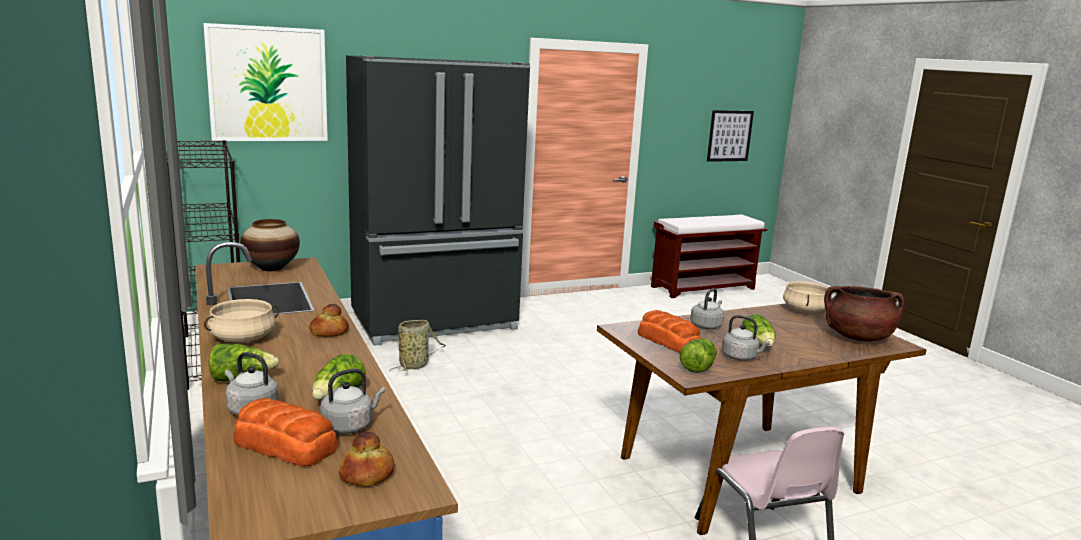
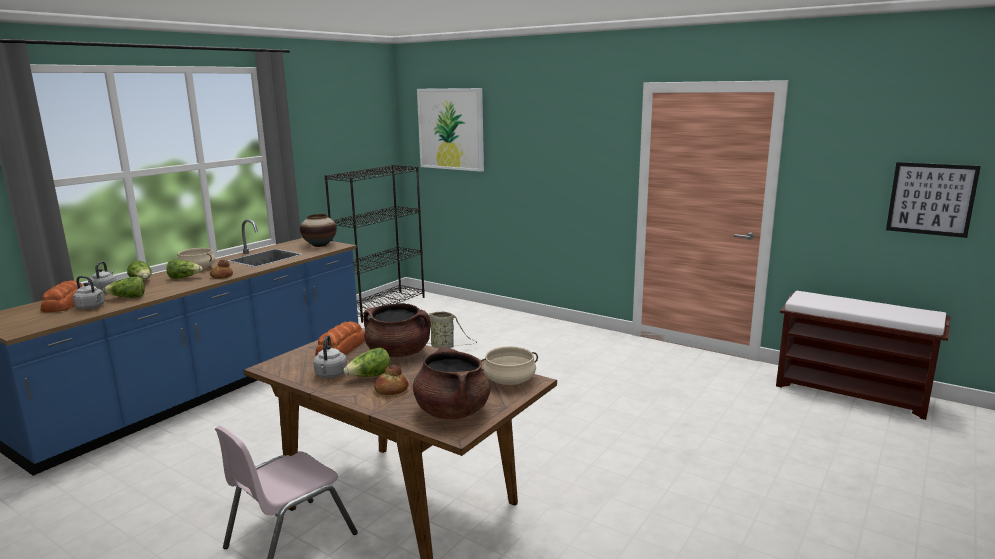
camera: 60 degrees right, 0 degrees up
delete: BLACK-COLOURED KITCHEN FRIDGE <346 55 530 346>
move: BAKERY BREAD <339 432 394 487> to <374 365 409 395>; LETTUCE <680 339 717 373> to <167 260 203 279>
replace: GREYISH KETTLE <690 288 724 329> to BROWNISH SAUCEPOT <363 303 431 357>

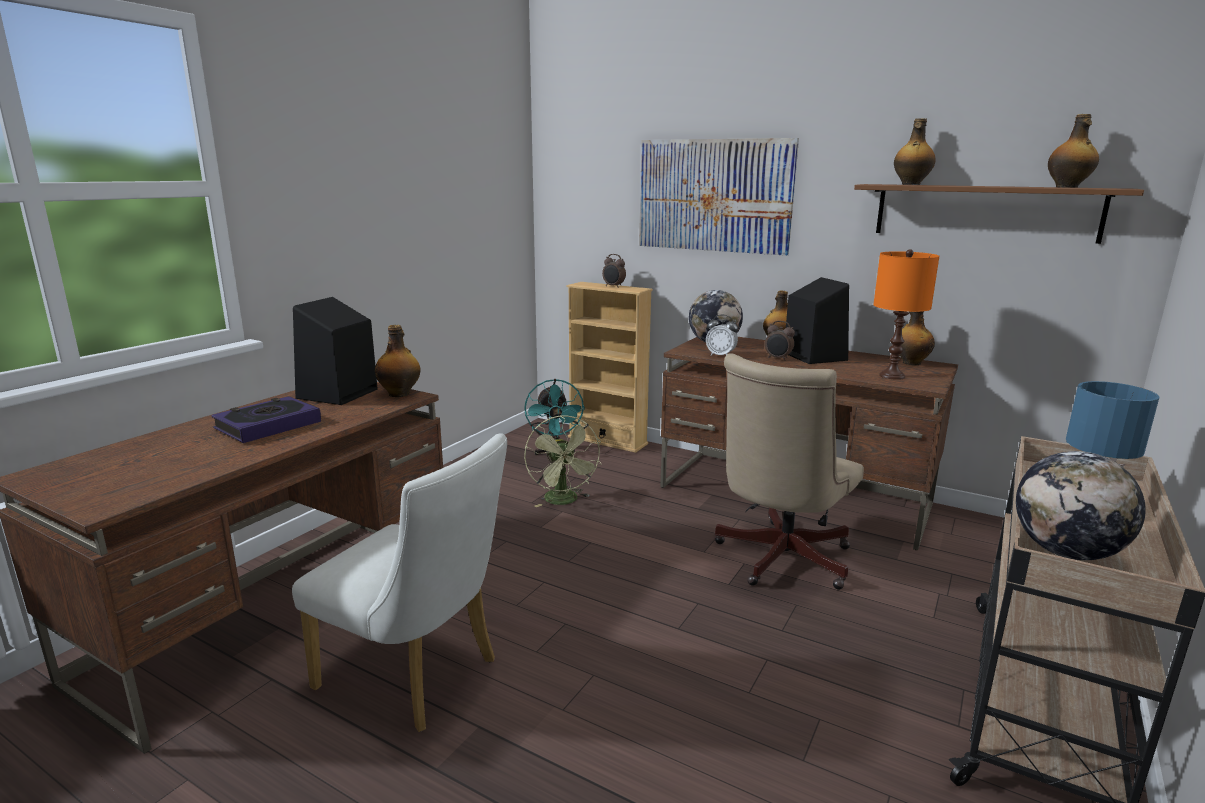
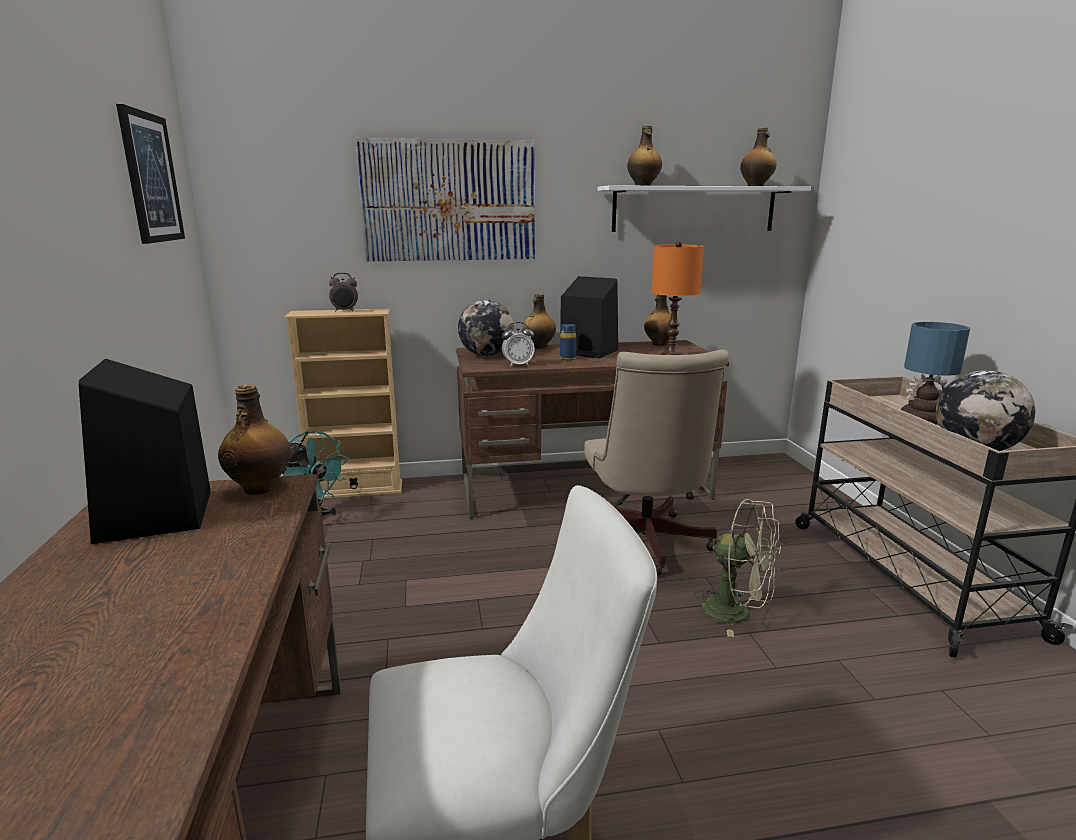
camera: 40 degrees left, 0 degrees up
delete: BOUND BOOK <211 396 321 443>
insert: PICTURE <116 104 185 244>
move: GREEN FAN <524 415 602 507> to <694 499 781 637>
replace: ALARM CLOCK <765 321 795 361> to BLUE BOTTLE <560 324 576 361>
recolor: BROWNISH SHELF <854 184 1144 244> to WHITISH SHELF <598 185 811 232>

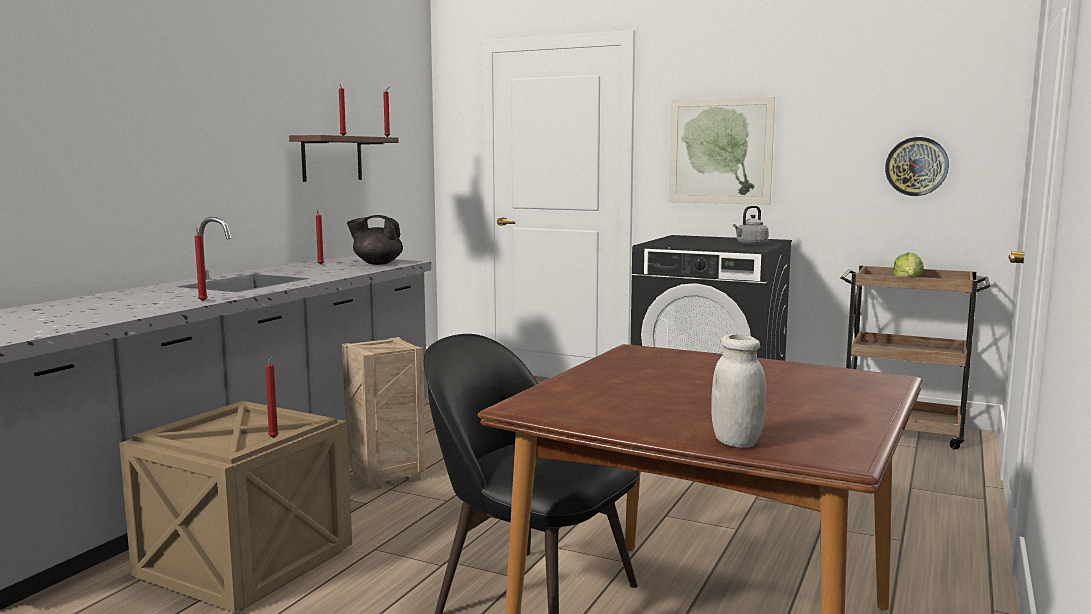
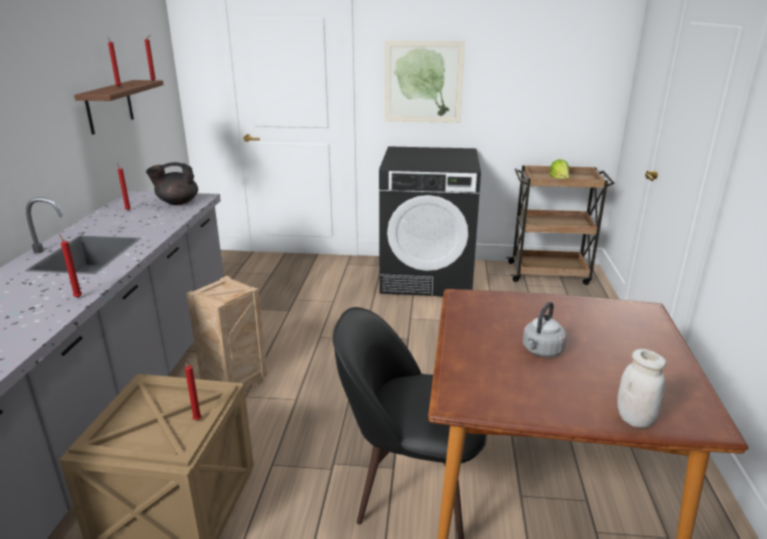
camera: 20 degrees left, 15 degrees up
delete: HANGING CLOCK <885 137 949 196>
move: GREYISH KETTLE <733 206 769 245> to <523 302 567 357>

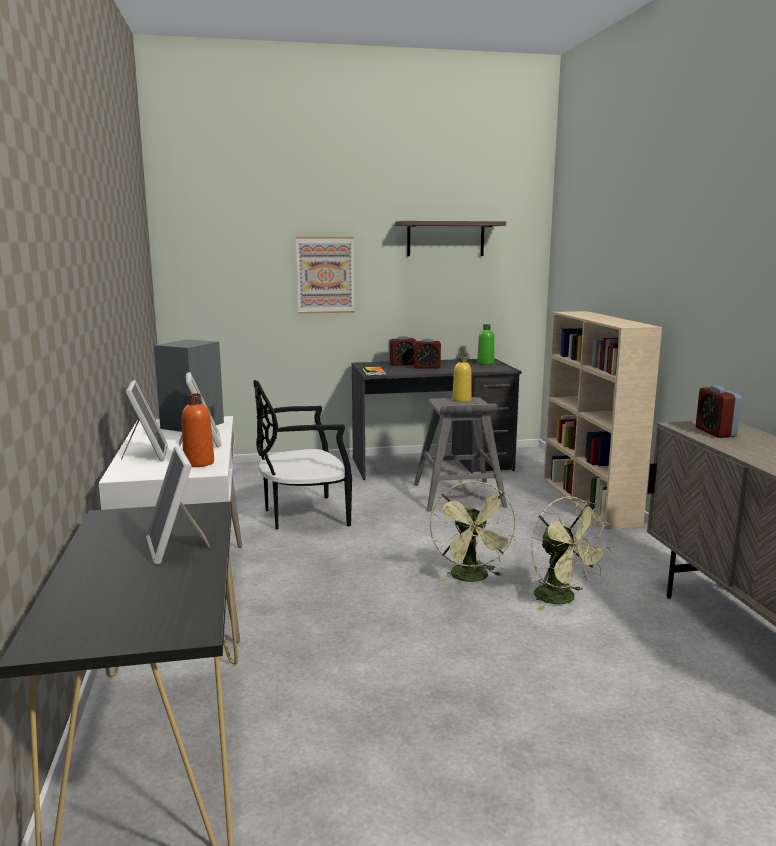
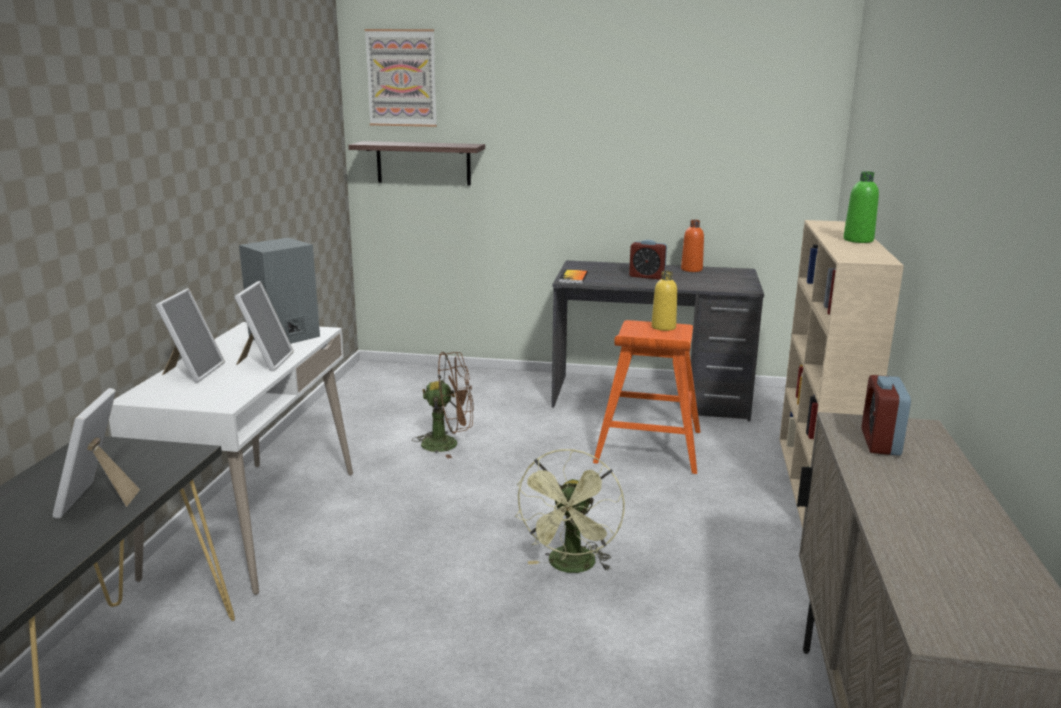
camera: 20 degrees right, 5 degrees up
delete: ALARM CLOCK <389 336 416 366>; GREEN FAN <531 496 611 611>
move: ORANGE-COLOURED BOTTLE <182 393 214 467> to <681 220 704 272>; PICTURE <296 237 354 314> to <365 29 437 127>; SHELF <395 221 506 256> to <348 141 485 185>; GREEN BOTTLE <477 324 494 365> to <843 171 879 243>
replace: BLACK-COLOURED CHAIR <253 380 352 529> to BROWNISH FAN <412 352 474 459>
recolor: GREYISH SITTING STOOL <414 397 507 512> to ORANGE-COLOURED SITTING STOOL <593 320 700 474>

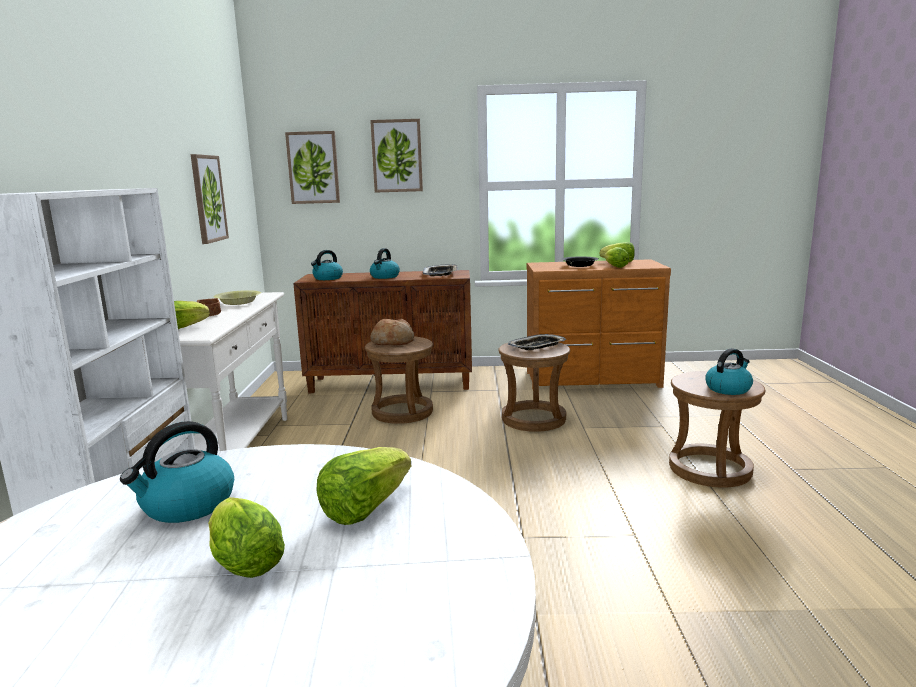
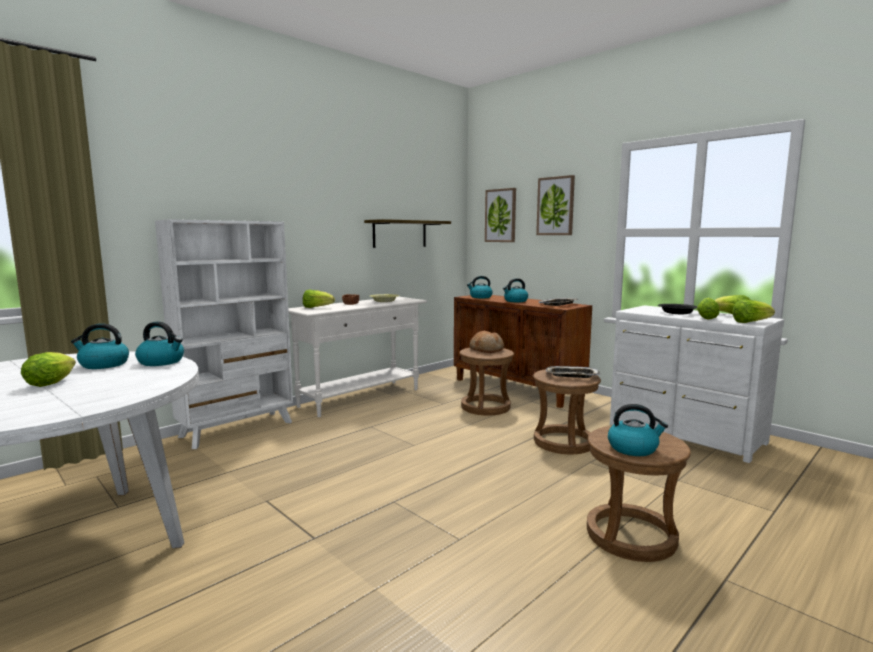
camera: 45 degrees right, 5 degrees down
insert: KETTLE <135 322 184 366>
move: LETTUCE <317 447 411 525> to <732 299 775 323>
replace: PICTURE <191 154 229 244> to SHELF <364 219 451 248>
recolor: BROWNISH CHEST OF DRAWERS <527 259 671 389> to WHITISH CHEST OF DRAWERS <610 305 784 463>

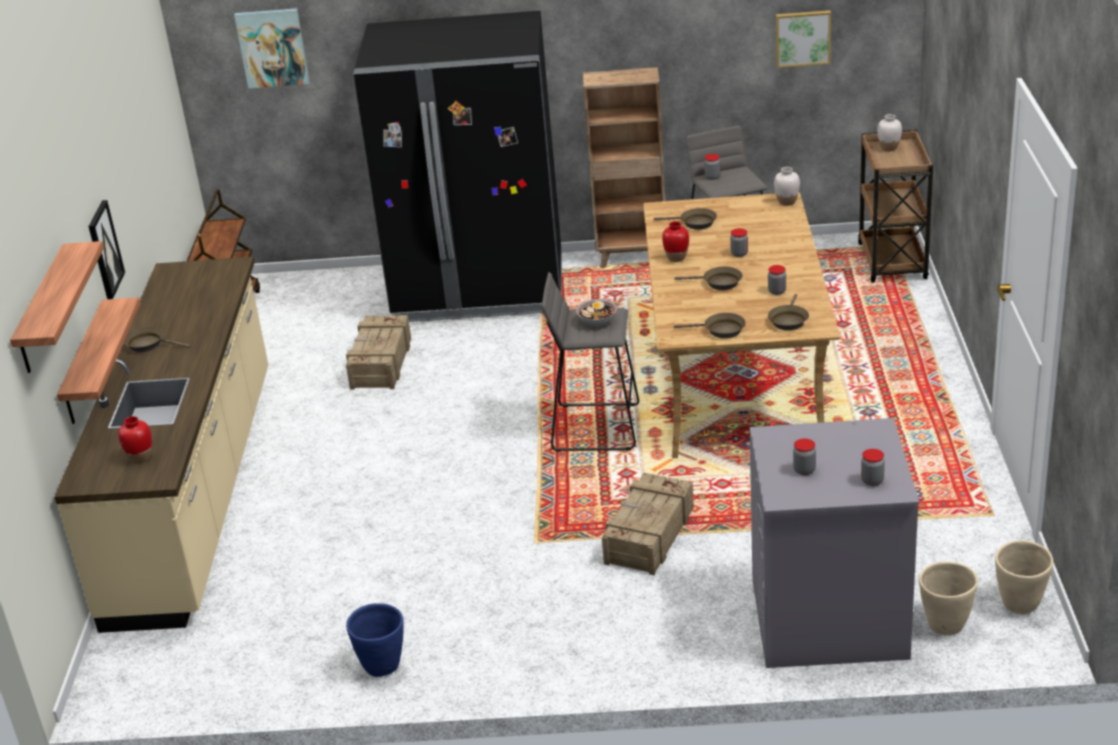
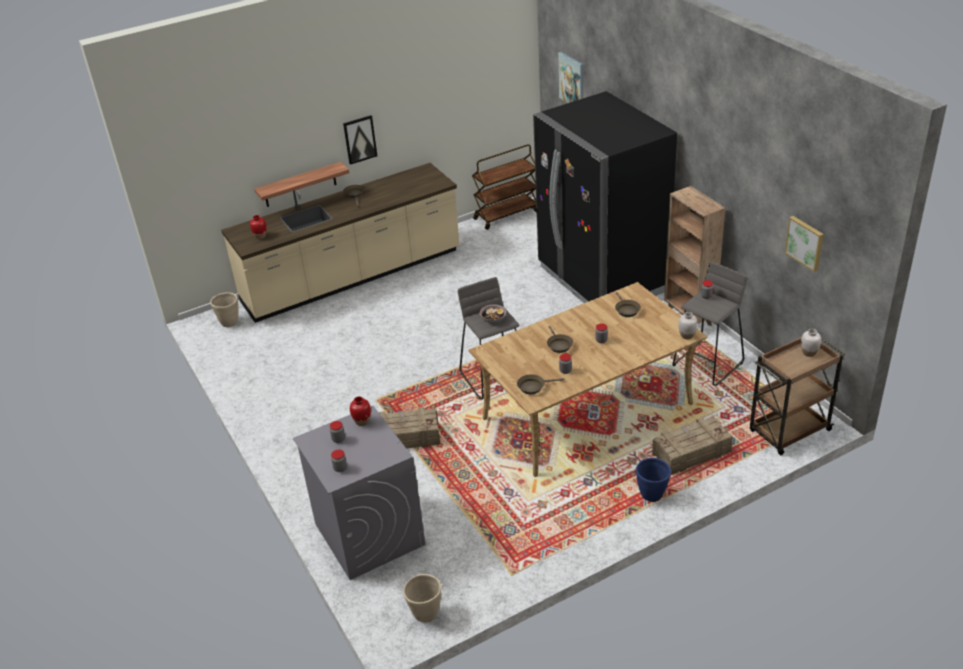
camera: 60 degrees right, 5 degrees up
delete: SHELF <10 241 104 373>; BROWNISH FRYING PAN <674 313 746 338>
move: SHIPPING CRATE <346 315 411 389> to <652 417 733 475>; BLUE FLOWER POT <346 603 404 677> to <636 458 671 502>; RED-COLOURED FLOWER VASE <662 221 689 262> to <350 396 371 426>; BEIGE FLOWER POT <919 561 978 635> to <210 292 239 327>

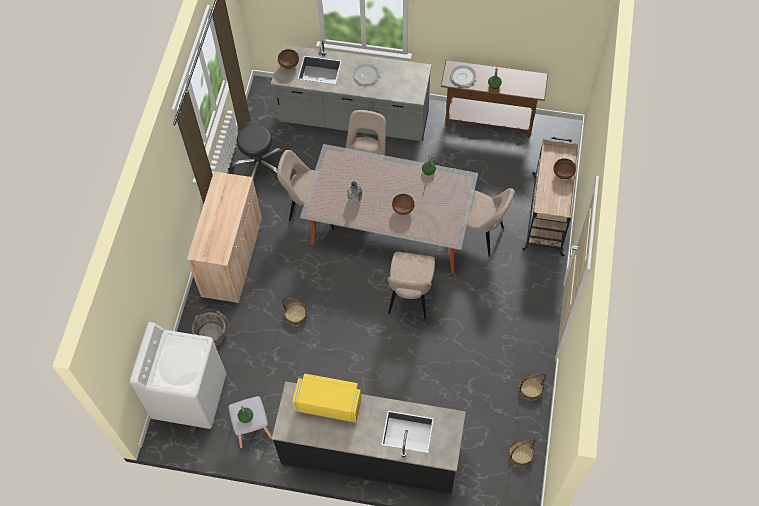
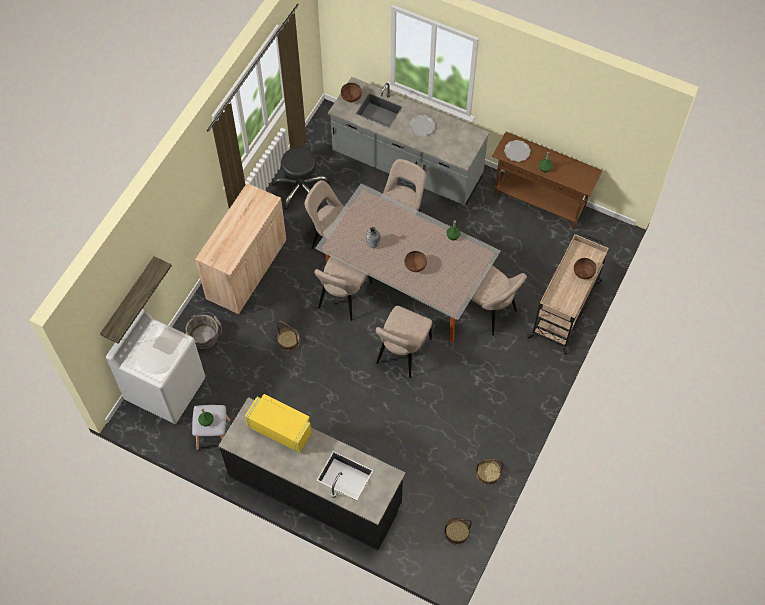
camera: 15 degrees right, 0 degrees up
insert: SHELF <100 256 172 344>; BEIGE CHAIR <314 257 372 321>

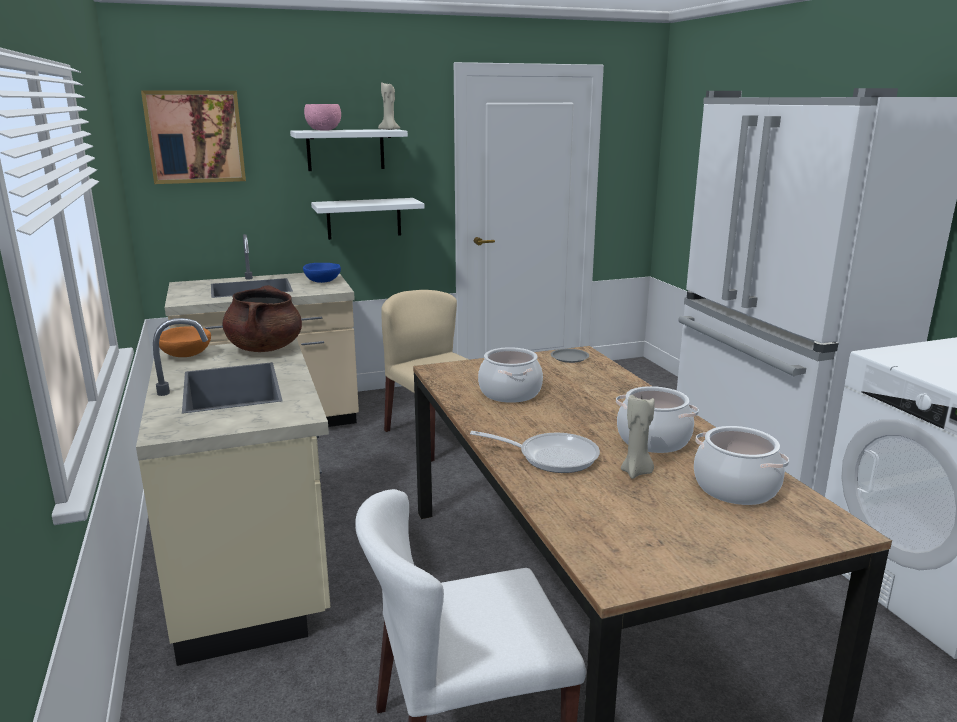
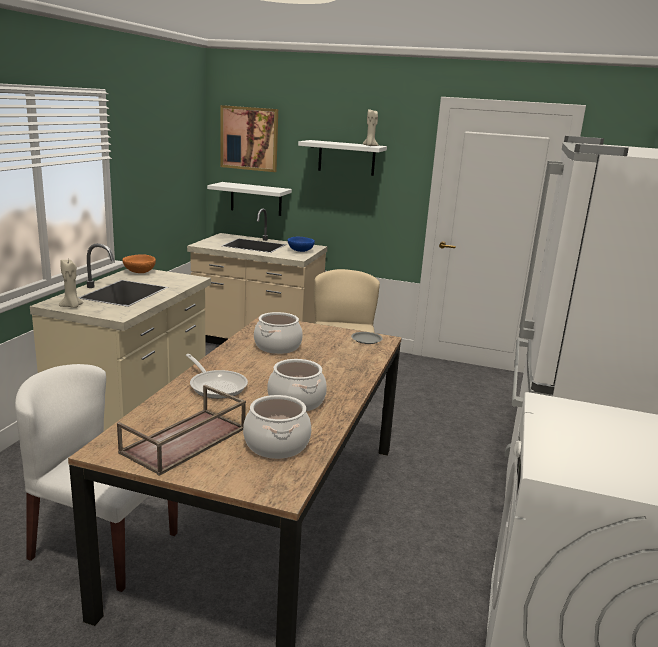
camera: 35 degrees right, 0 degrees up
delete: BROWNISH SAUCEPOT <223 285 302 352>; PINKISH BOWL <304 104 341 131>
insert: BROWNISH TRAY <117 385 246 476>
move: WHITISH SHELF <311 198 425 240> to <207 182 292 216>; BEIGE CANDLE <621 395 655 479> to <59 260 84 308>

